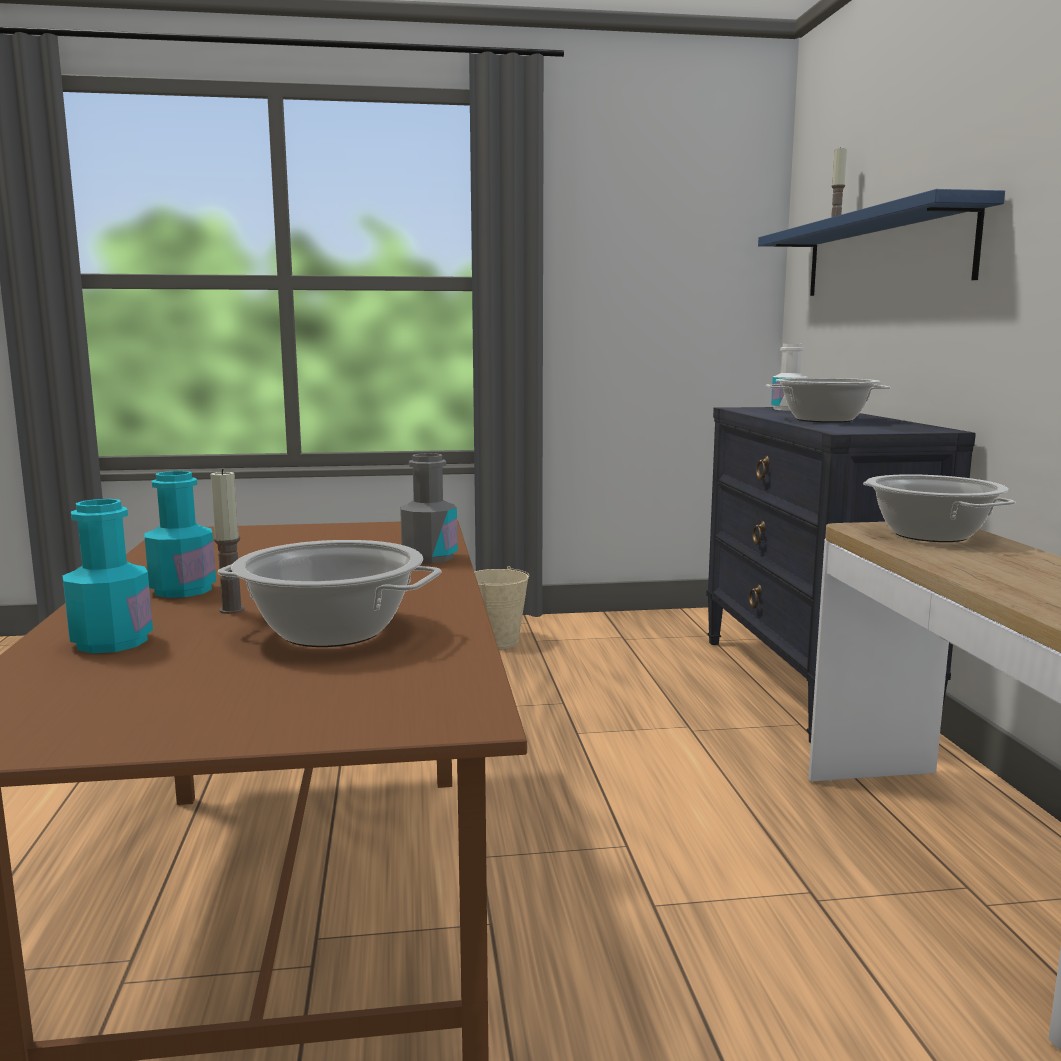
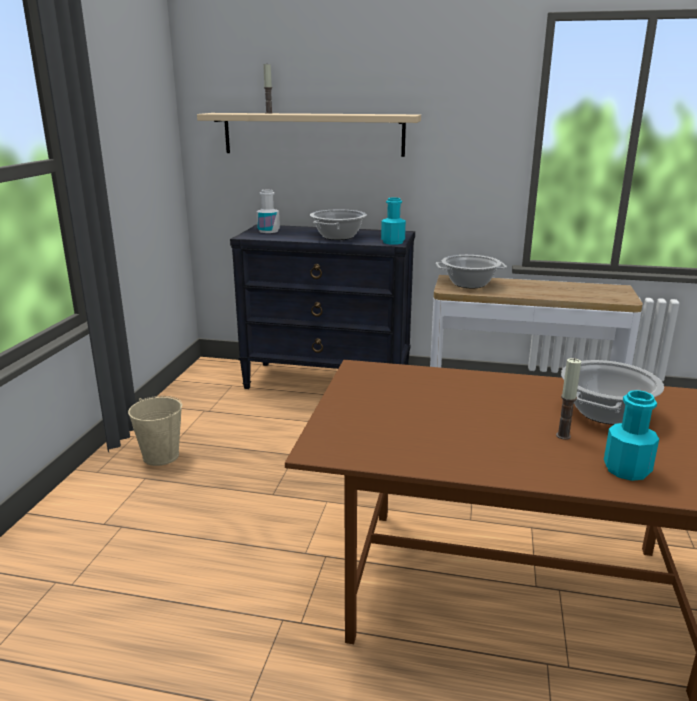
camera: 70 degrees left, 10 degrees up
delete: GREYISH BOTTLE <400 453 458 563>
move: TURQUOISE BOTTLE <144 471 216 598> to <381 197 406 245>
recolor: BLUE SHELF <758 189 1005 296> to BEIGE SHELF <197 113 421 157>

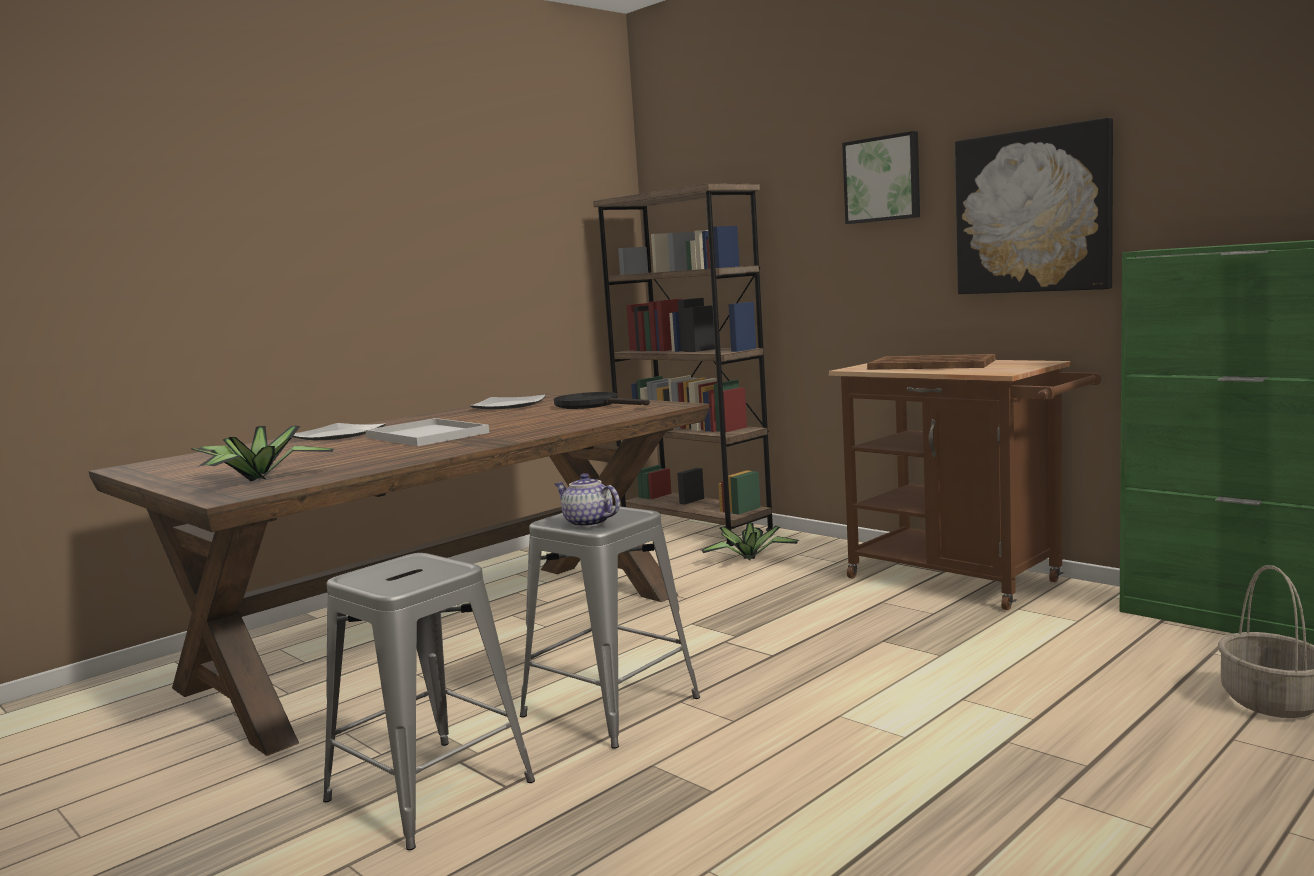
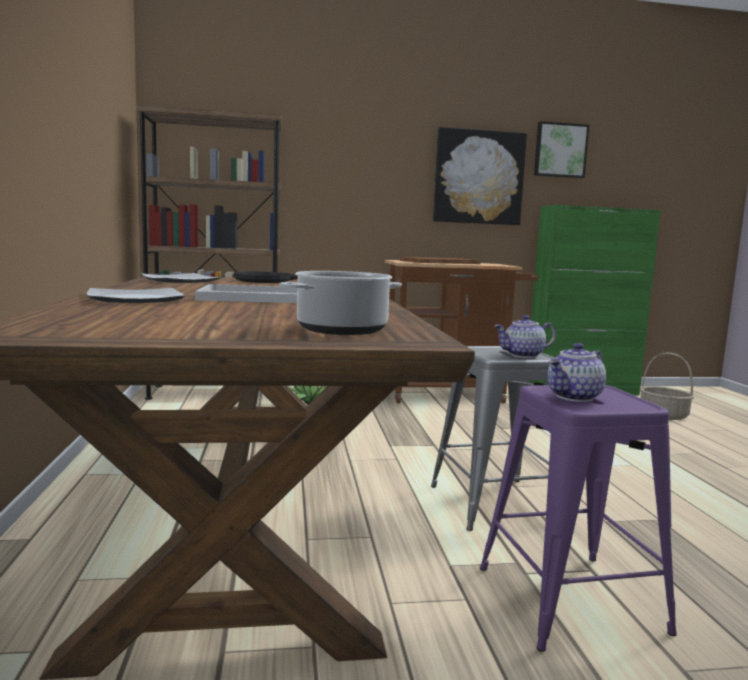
camera: 55 degrees left, 0 degrees up
insert: TEAPOT <548 343 606 402>
move: PICTURE <842 131 920 224> to <534 121 589 178>
replace: HOUSEPLANT <191 426 334 481> to SAUCEPOT <279 271 402 335>
recolor: GREYISH SITTING STOOL <323 553 535 850> to PURPLE-COLOURED SITTING STOOL <480 385 677 652>

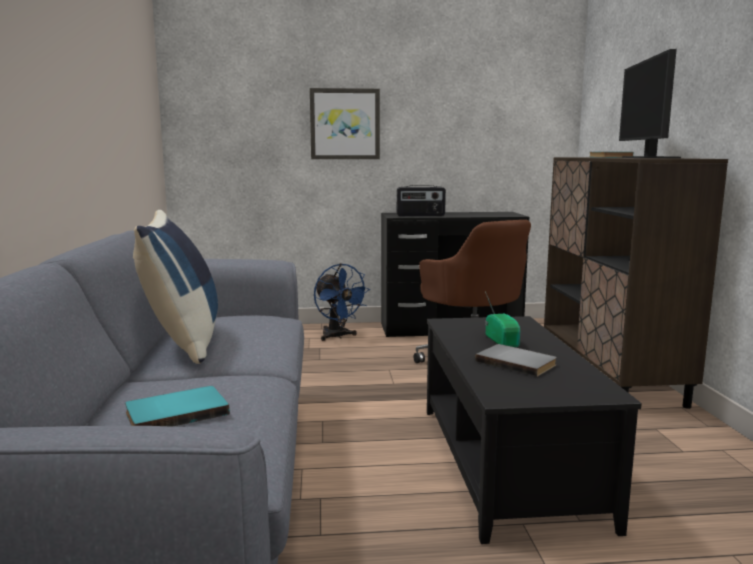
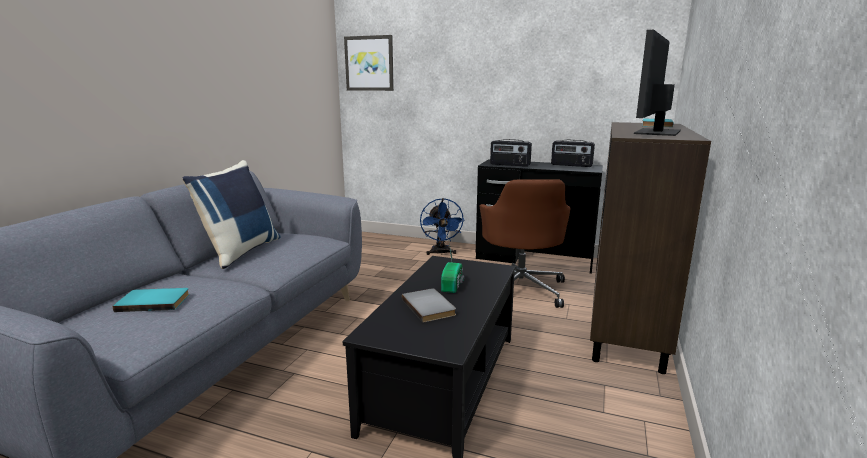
camera: 25 degrees right, 5 degrees up
insert: RADIO RECEIVER <551 140 595 167>
move: PICTURE <310 88 380 159> to <344 35 394 91>

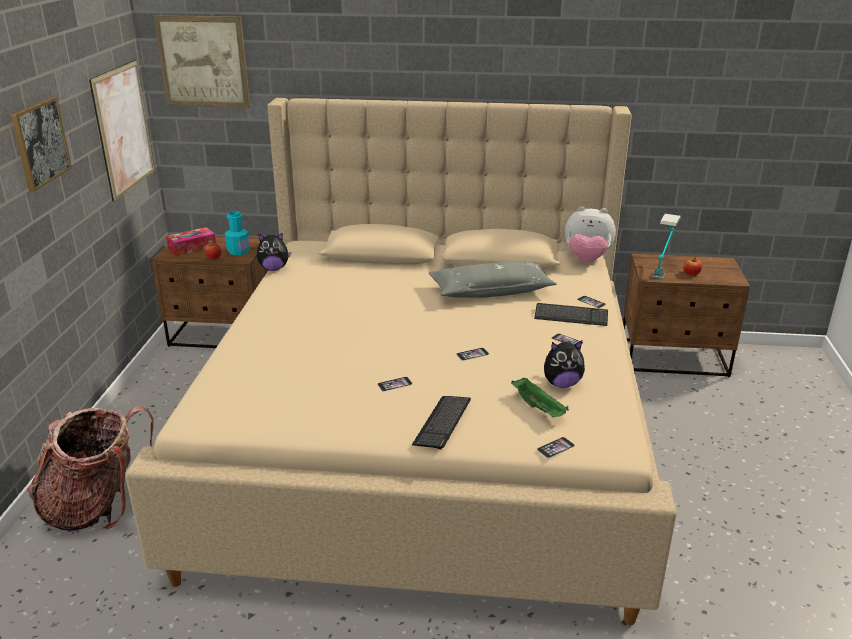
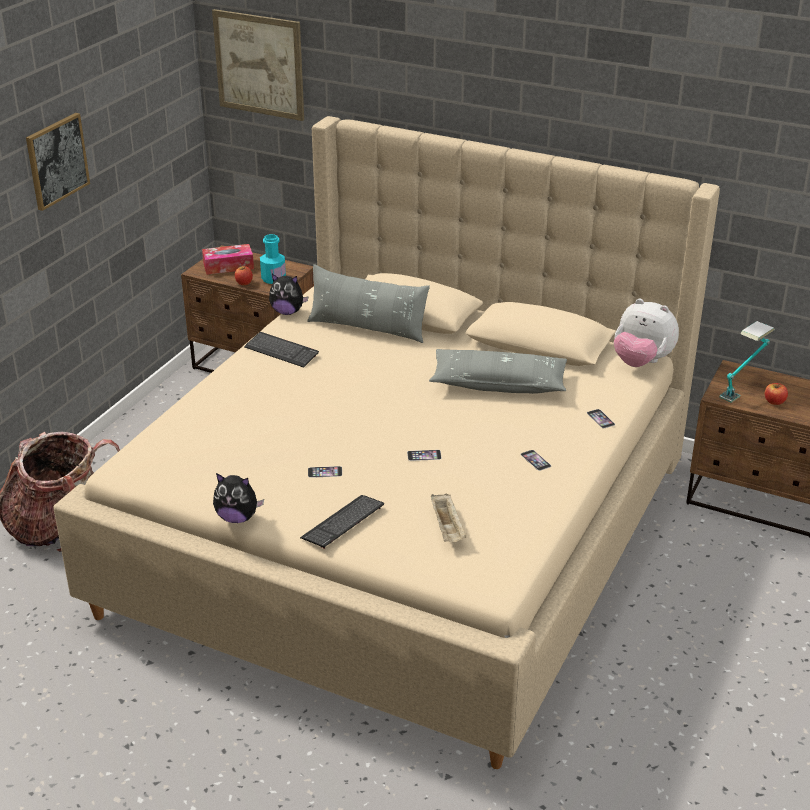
camera: 20 degrees right, 5 degrees up
delete: PICTURE <89 60 155 201>; HANDSET <537 437 575 458>
insert: GREYISH THROW PILLOW <307 264 430 343>
move: COMPUTER KEYBOARD <534 303 608 326> to <244 332 319 368>; CUDDLY TOY <544 340 585 388> to <213 473 264 523>
recolor: GREEN TRAY <511 378 569 417> to BEIGE TRAY <431 493 466 542>

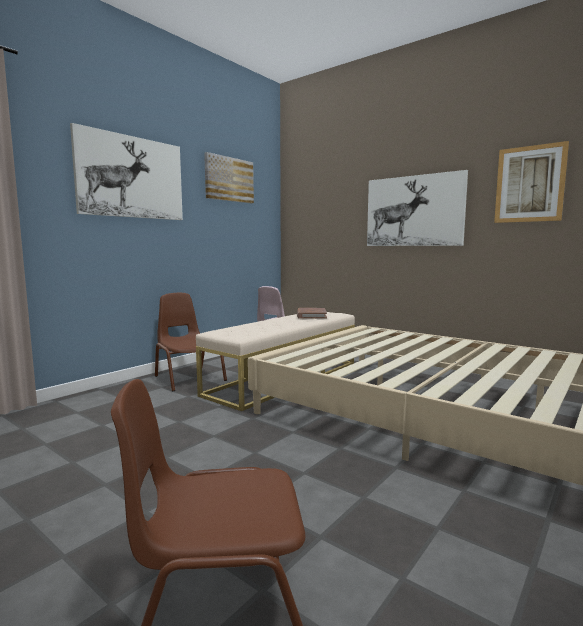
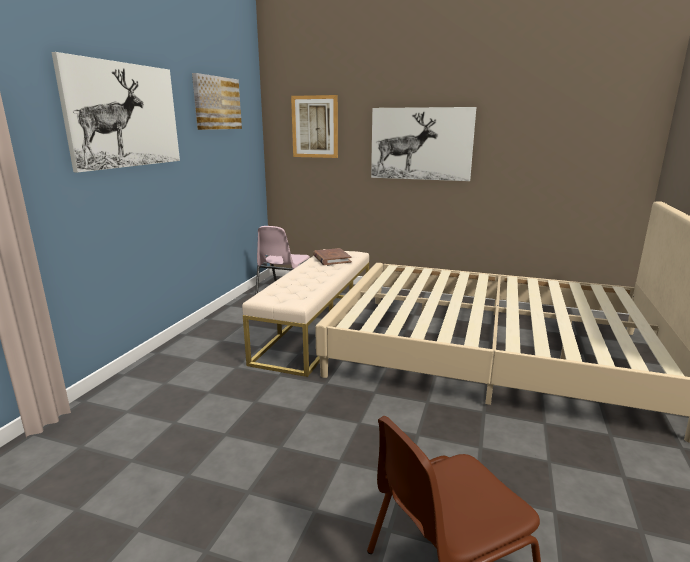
camera: 20 degrees left, 10 degrees up
delete: BROWNISH CHAIR <155 293 227 391>
move: PICTURE <494 141 569 223> to <291 95 338 158>

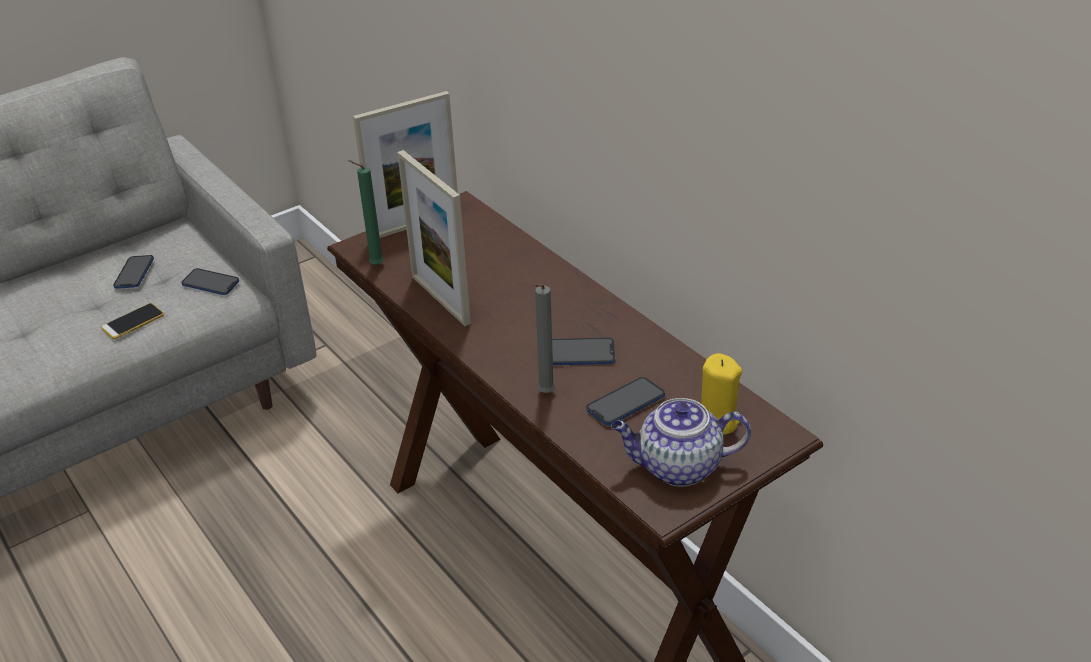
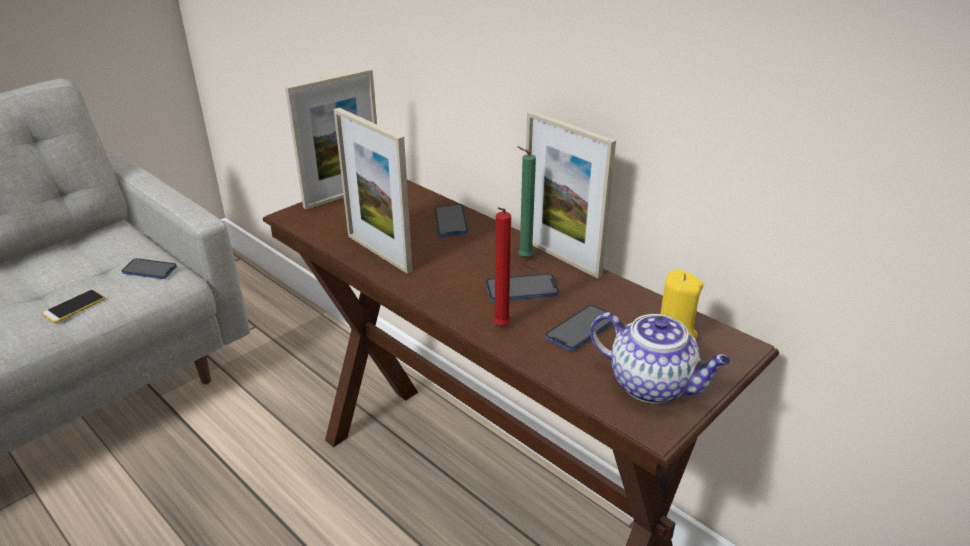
camera: 10 degrees left, 5 degrees down
insert: PHOTO FRAME <526 111 616 278>
move: HANDSET <113 255 154 289> to <435 204 468 237>; GREEN CANDLE <348 160 384 265> to <517 146 536 258>
recolor: GREYISH CANDLE <534 284 555 393> to RED-COLOURED CANDLE <493 207 511 326>
rotate: TEAPOT <611 398 751 487> = <590 312 731 403> 135 degrees counterclockwise

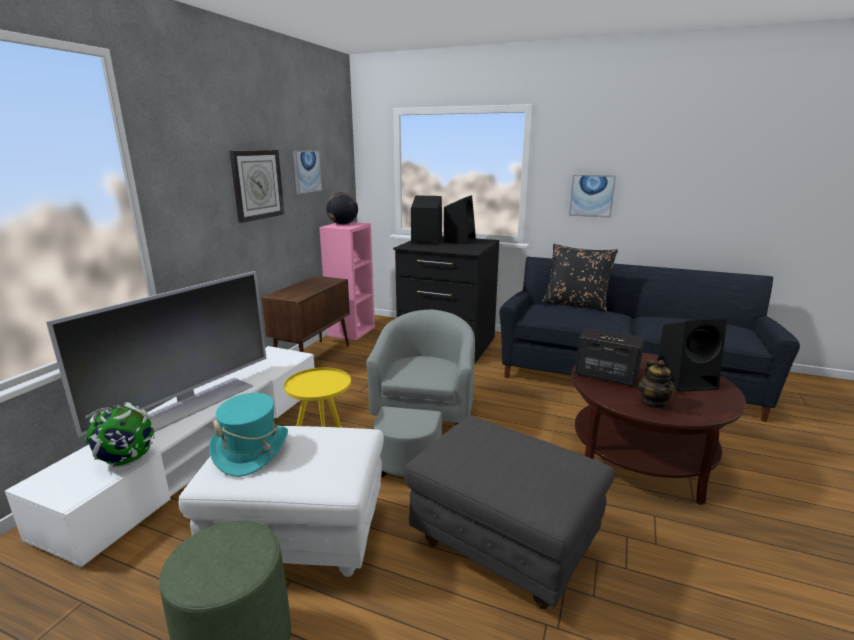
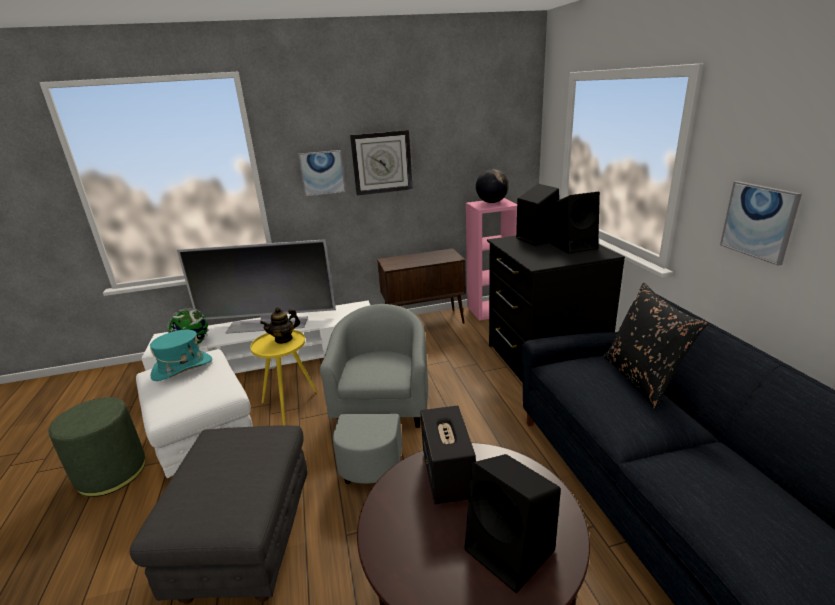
camera: 55 degrees right, 5 degrees up
move: PICTURE <293 150 322 194> to <298 150 346 197>; TEAPOT <638 360 675 409> to <260 307 300 344>
rotate: GREYISH EASY CHAIR <366 310 475 477> = <320 304 428 484> 60 degrees counterclockwise

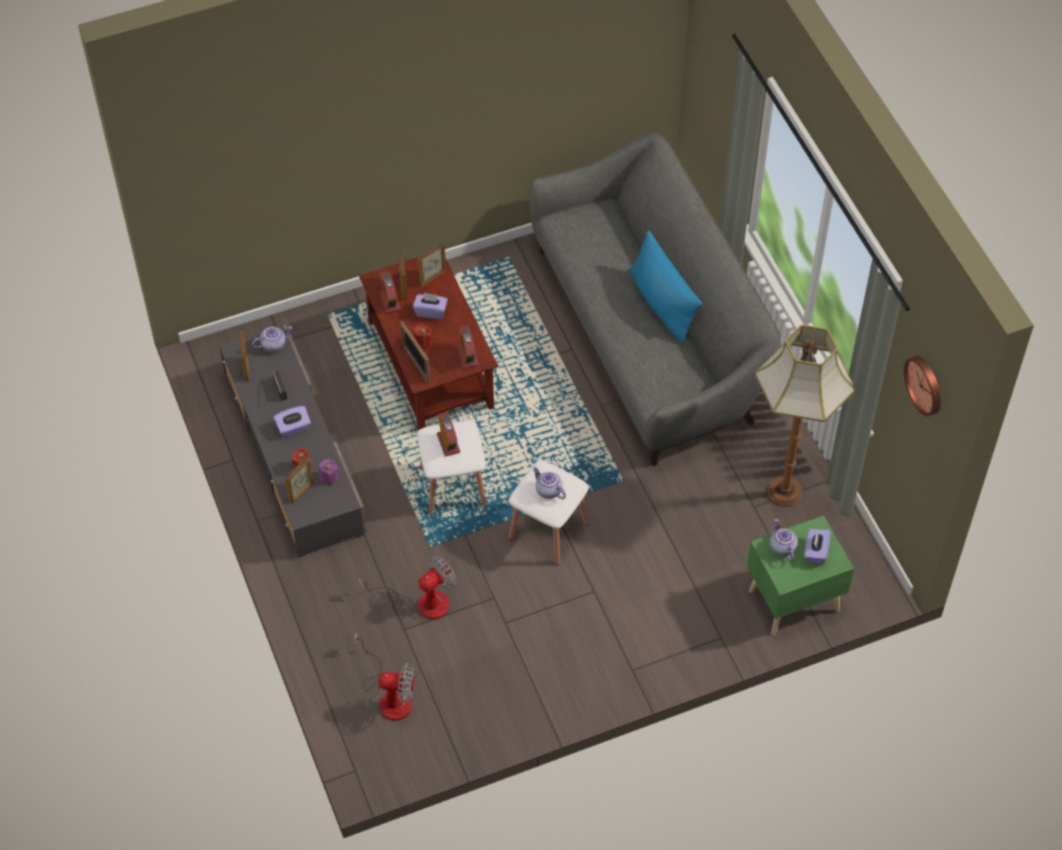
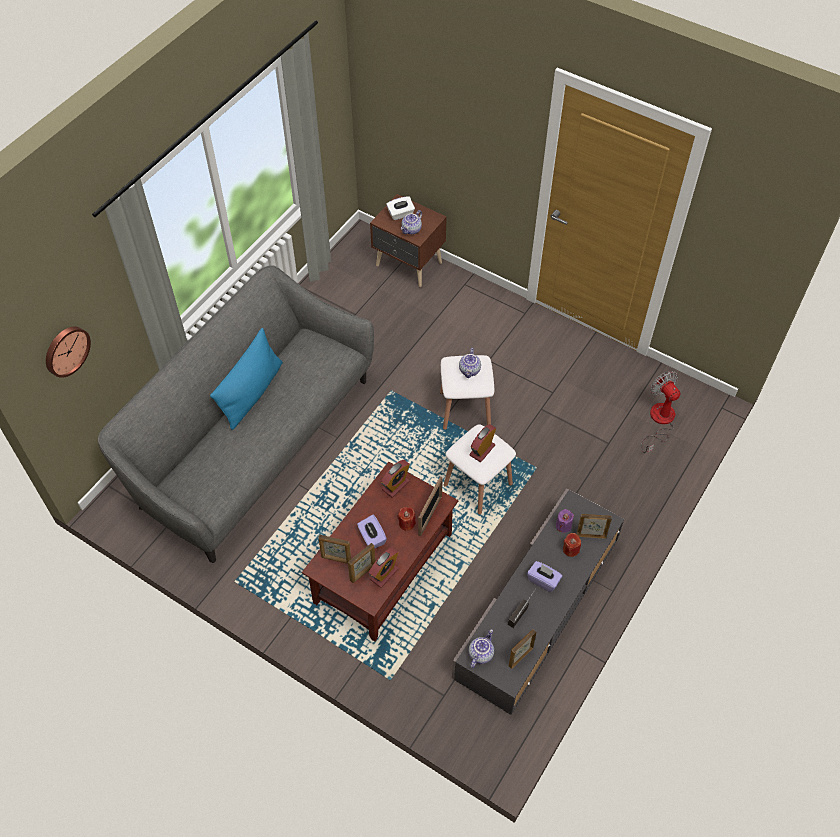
camera: 125 degrees left, 0 degrees up
delete: FAN <357 556 456 619>; FLOOR LAMP <754 325 855 507>
move: HANGING CLOCK <904 356 941 416> to <46 326 91 378>
recolor: GREEN NIGHTSTAND <747 515 854 636> to BROWNISH NIGHTSTAND <370 194 447 287>; PURPLE-COLOURED BOX OF TISSUES <805 529 831 565> to WHITISH BOX OF TISSUES <386 197 415 220>
rotate: TEAPOT <253 326 292 352> = <469 629 494 668> 90 degrees clockwise

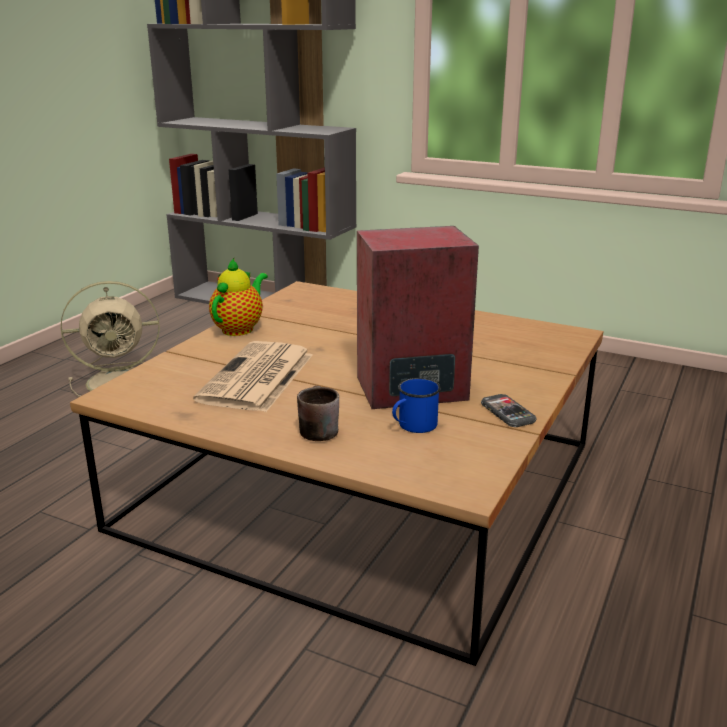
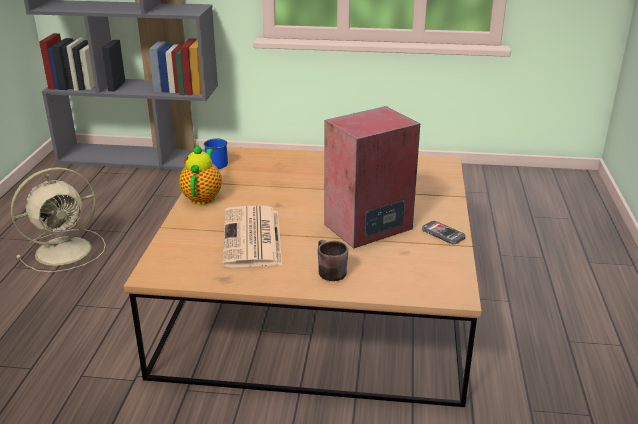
camera: 20 degrees left, 5 degrees up
move: BLUE TEA MUG <392 378 441 433> to <204 139 228 169>

